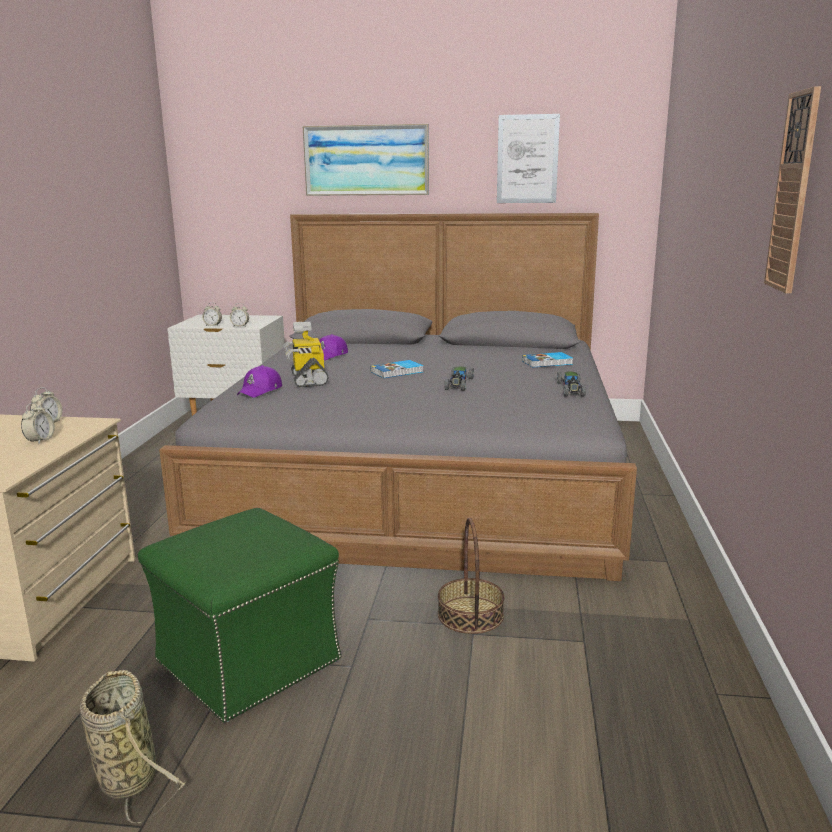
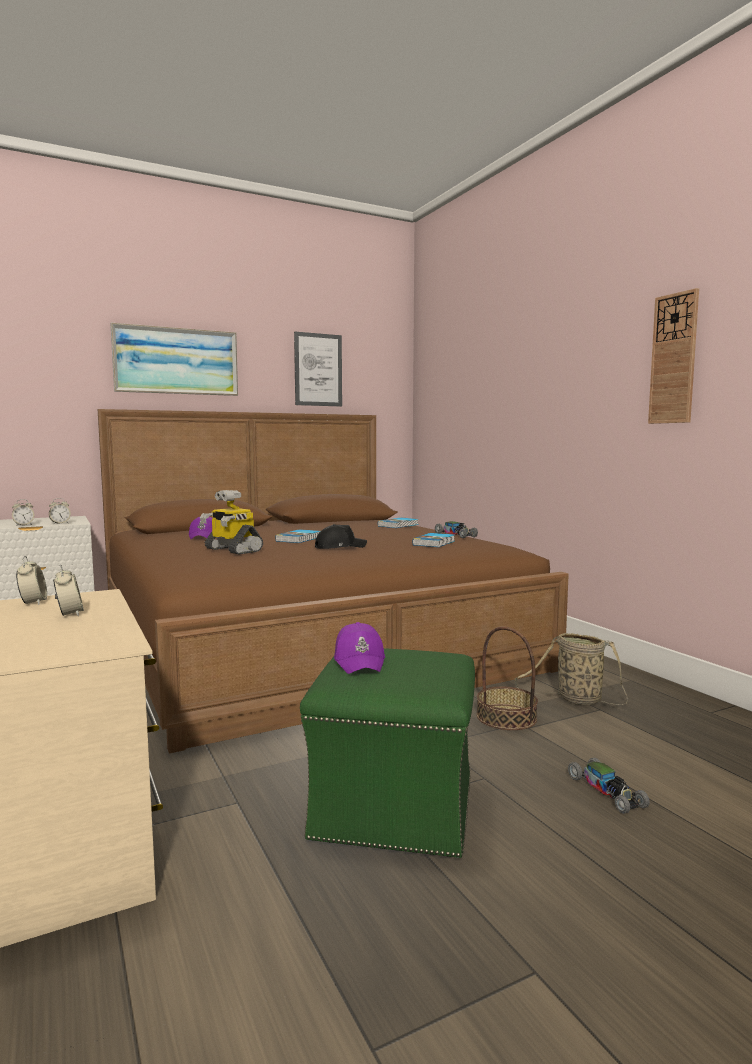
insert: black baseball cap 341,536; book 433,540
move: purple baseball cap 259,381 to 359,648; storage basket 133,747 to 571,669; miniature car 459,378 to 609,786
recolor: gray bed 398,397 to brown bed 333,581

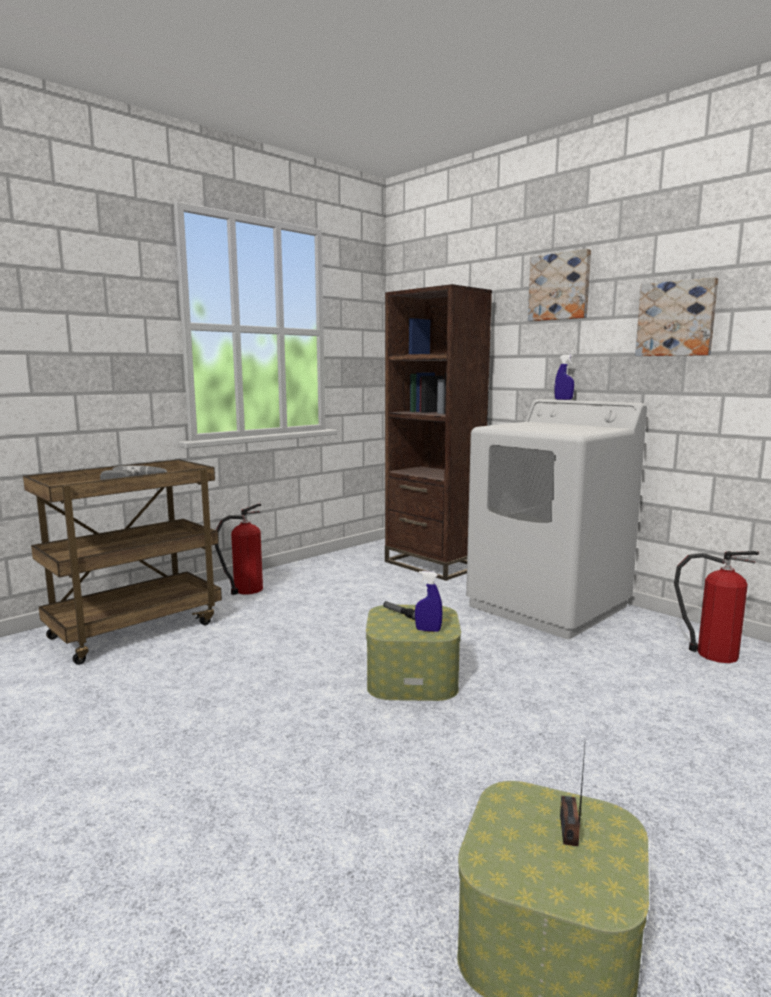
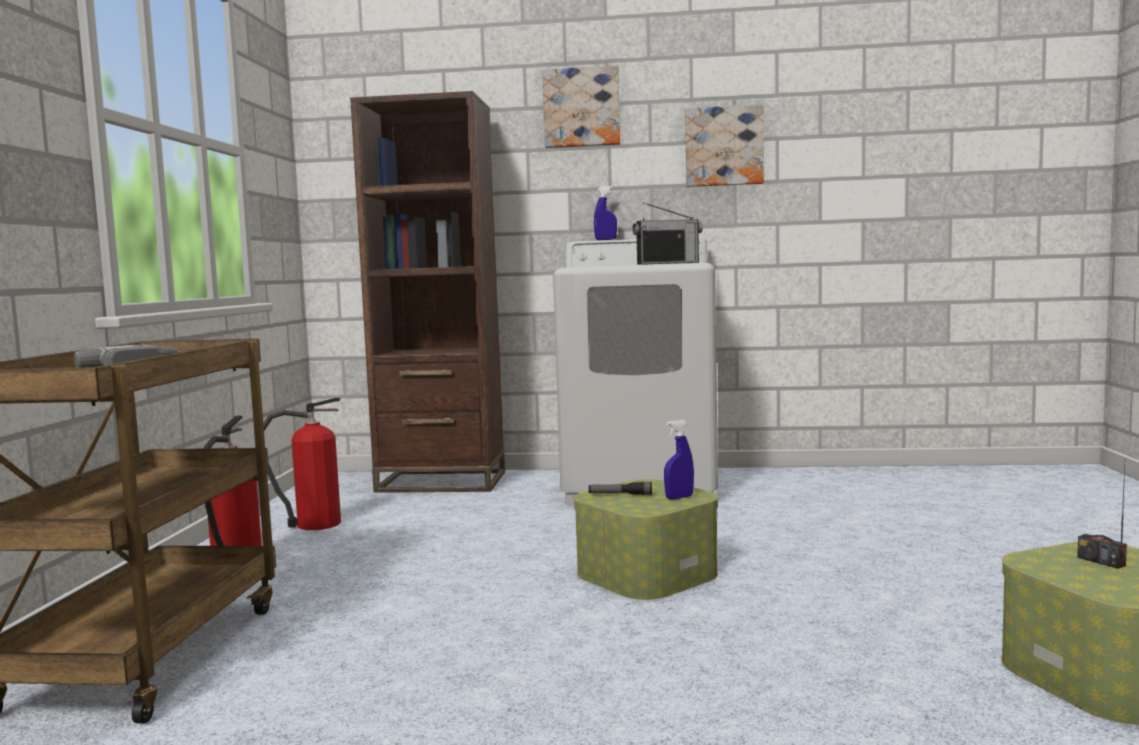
insert: radio 667,233
move: fire-fighting cylinder 716,607 to 302,464

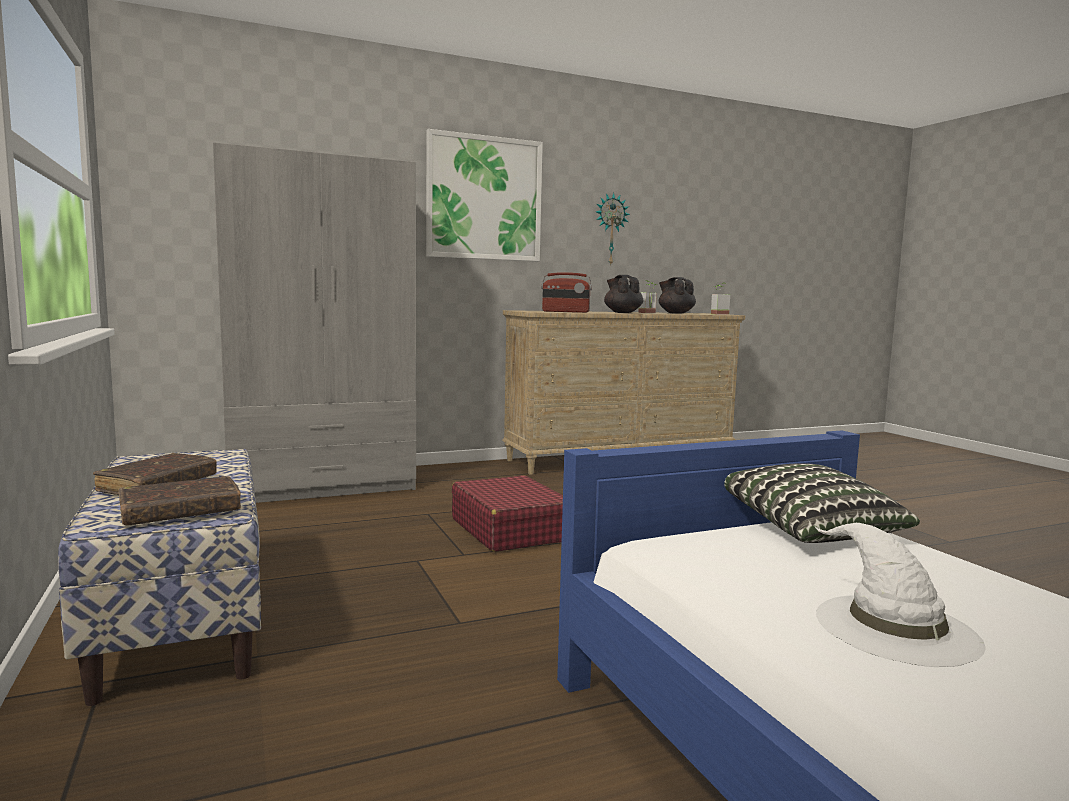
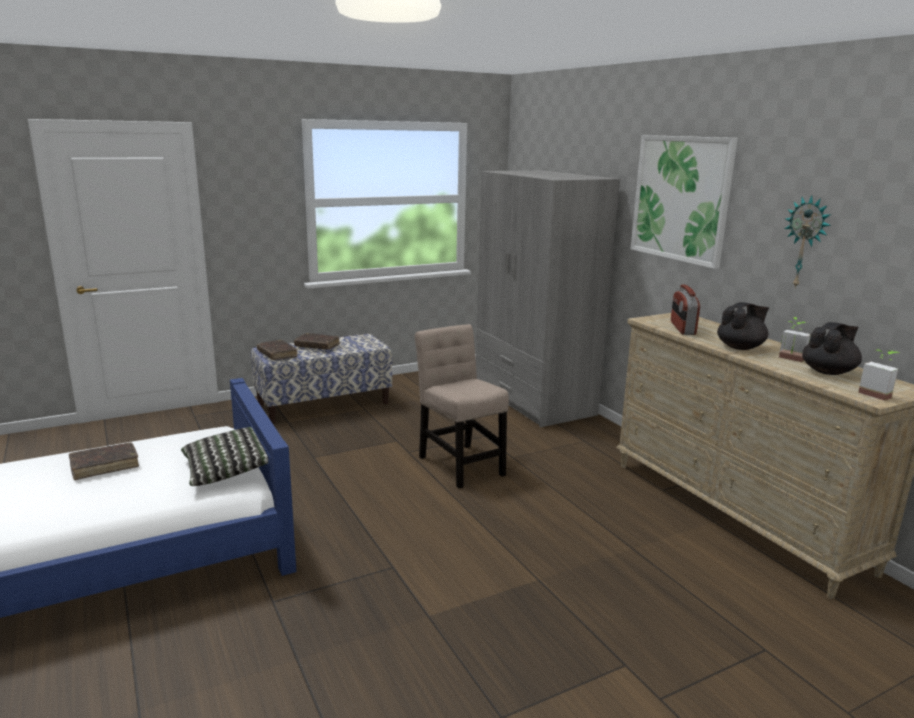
replace: whitish wearable hat 899,595 to brown book 104,461; red piece of luggage 507,513 to beige upright chair 462,406

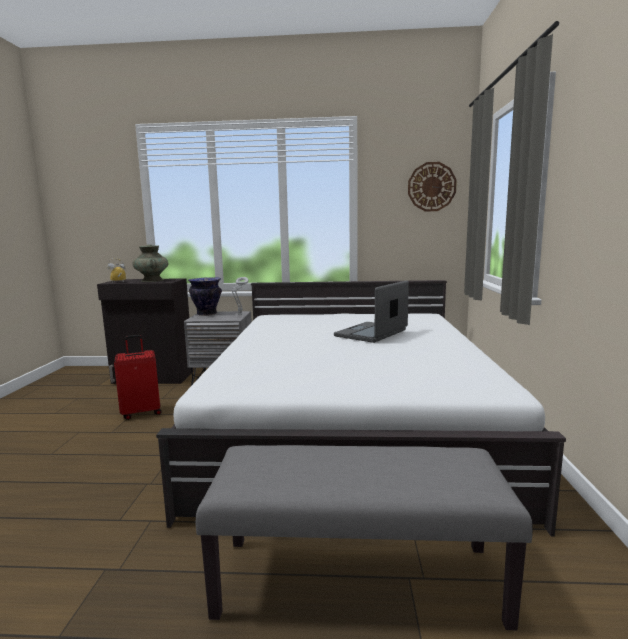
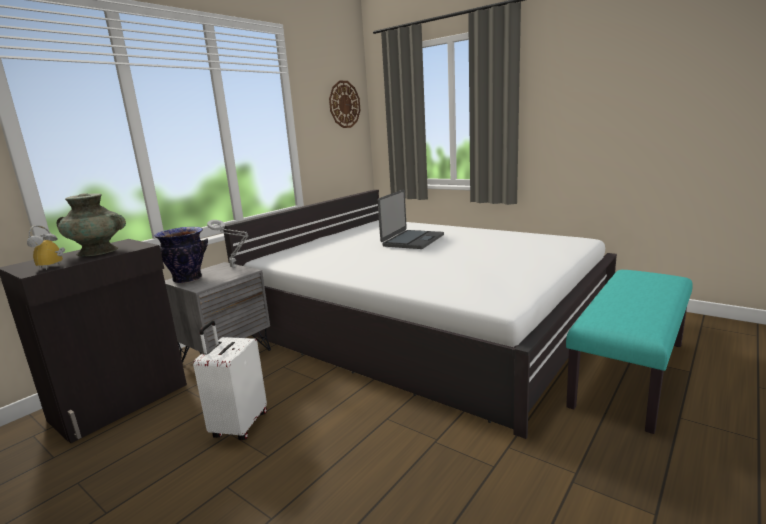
recolor: red piece of luggage 138,377 to whitish piece of luggage 230,380; gray bench 364,537 to turquoise-coloured bench 629,352
rotate: laptop 371,311 = 411,219 135 degrees counterclockwise

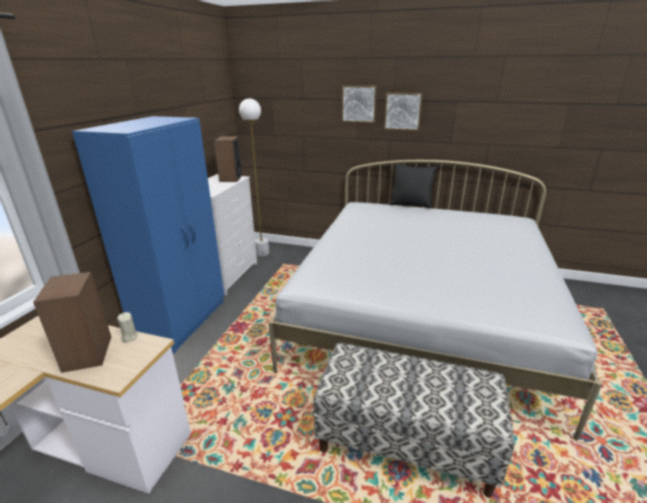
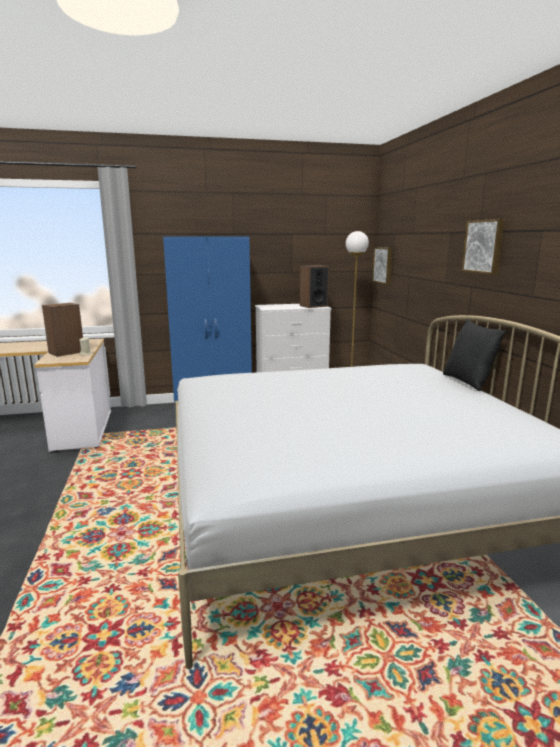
delete: bench 413,420
move: wall art 359,104 to 382,265

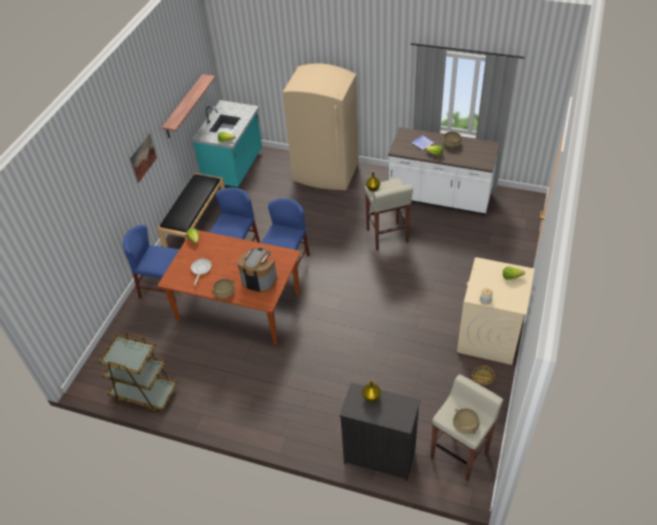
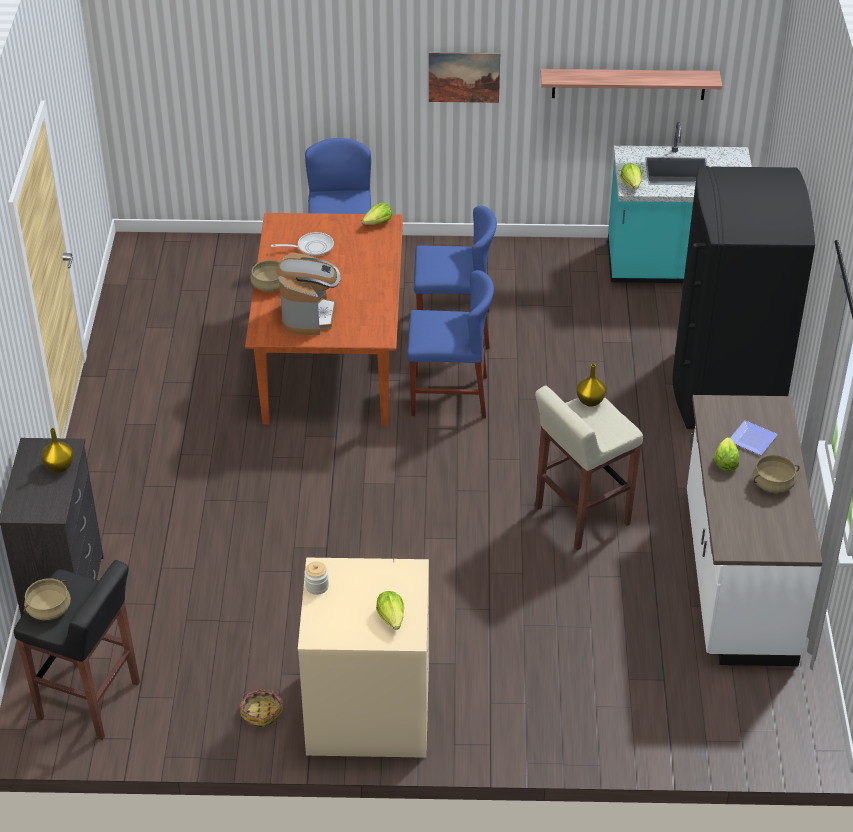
delete: brown trolley 138,372; black bench 191,210
recolor: beige sitting stool 466,427 to black sitting stool 77,650; beige fridge 321,127 to black fridge 743,298

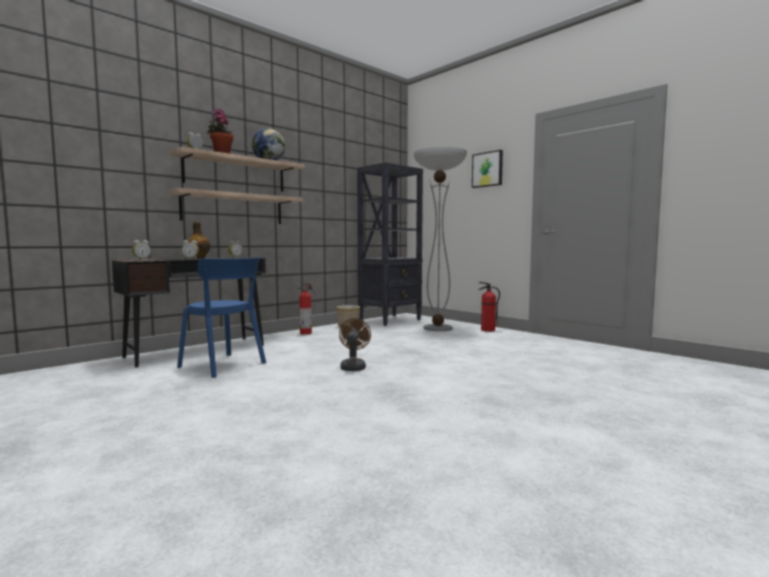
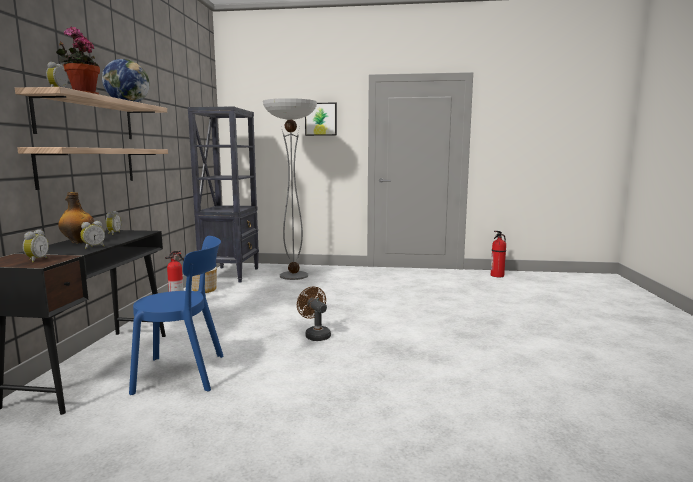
move: fire-fighting cylinder 489,307 to 498,254

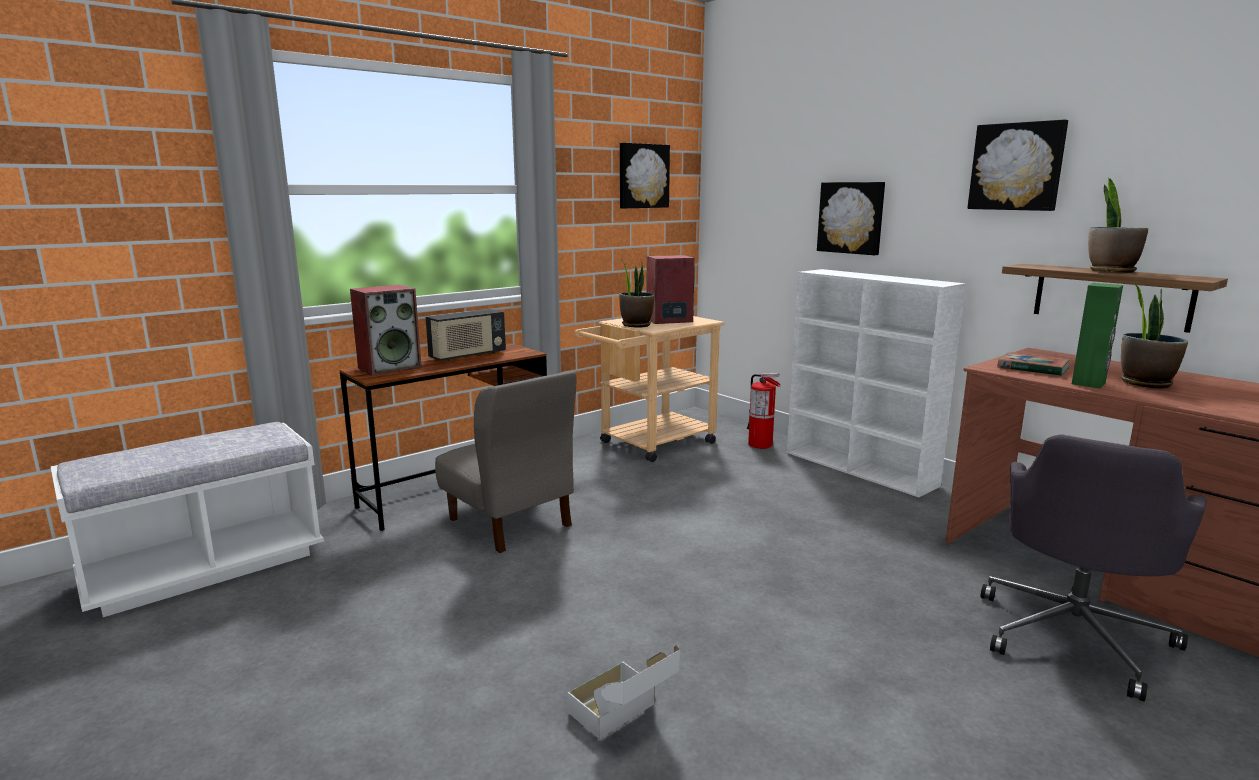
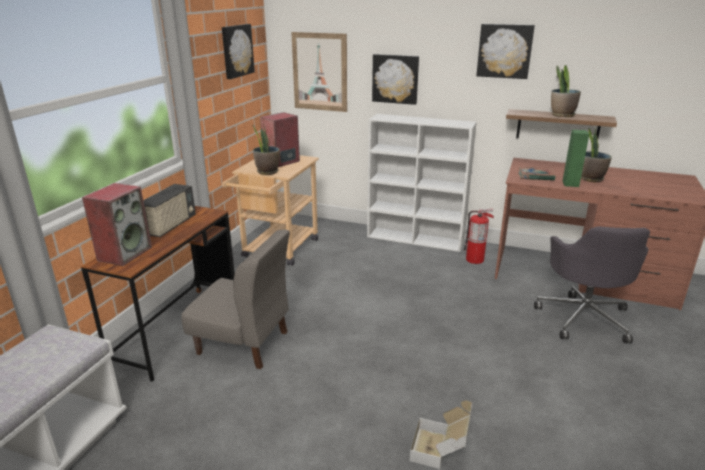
insert: wall art 319,72
move: fire-fighting cylinder 764,411 to 478,236

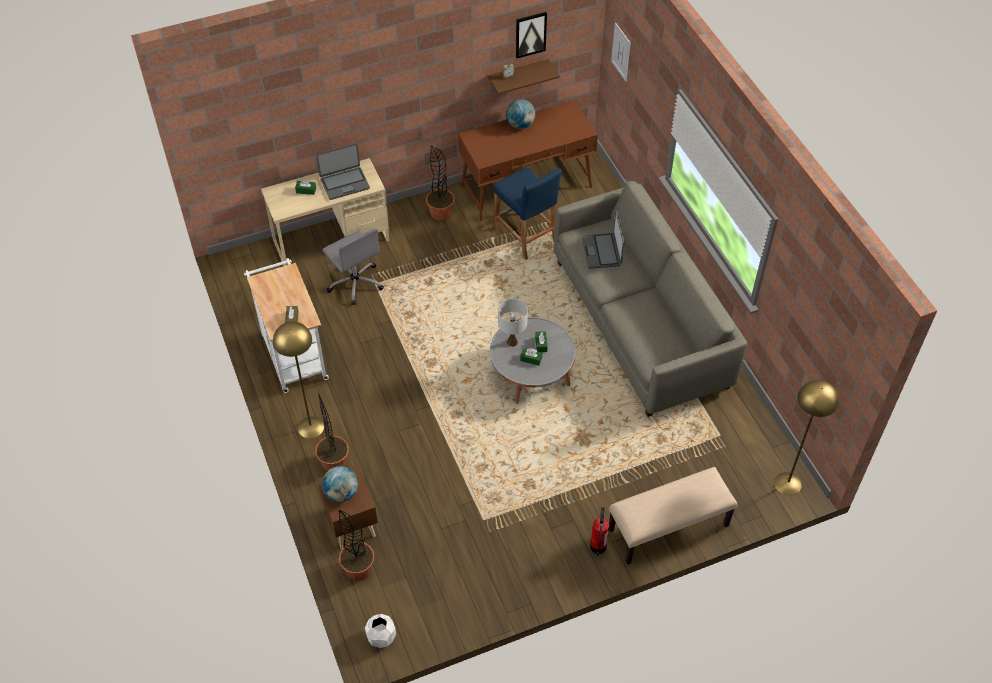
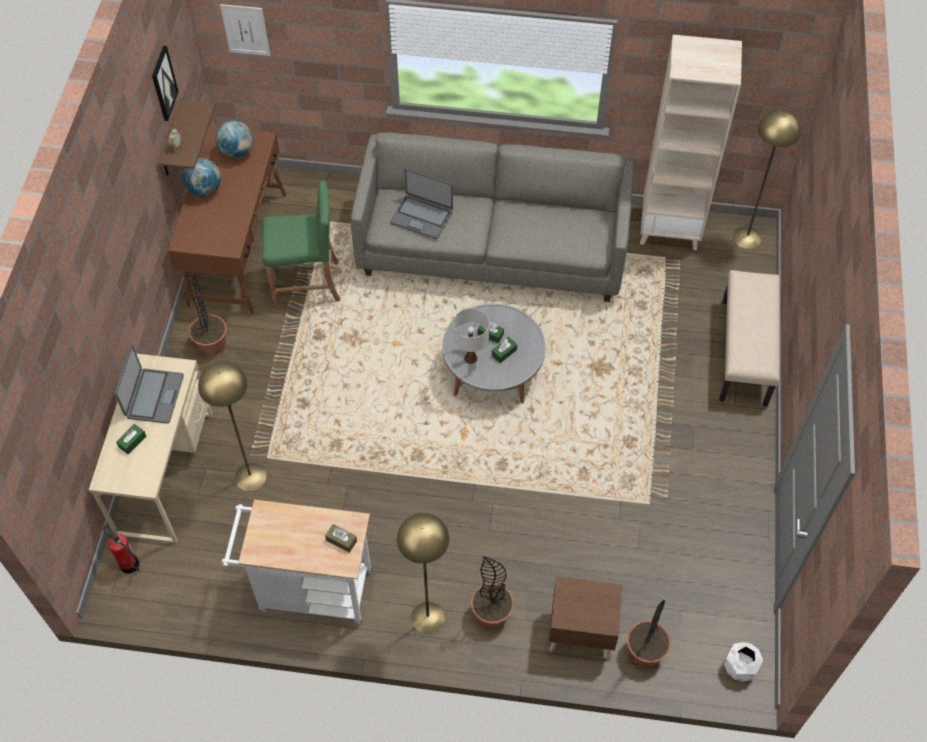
insert: beige bookcase 691,142
move: fire-fighting cylinder 599,531 to 121,550; desk globe 340,484 to 234,139
replace: gray desk chair 353,266 to yellow standard lamp 232,426
recolor: bluish sitting stool 528,214 to greenish sitting stool 301,243

